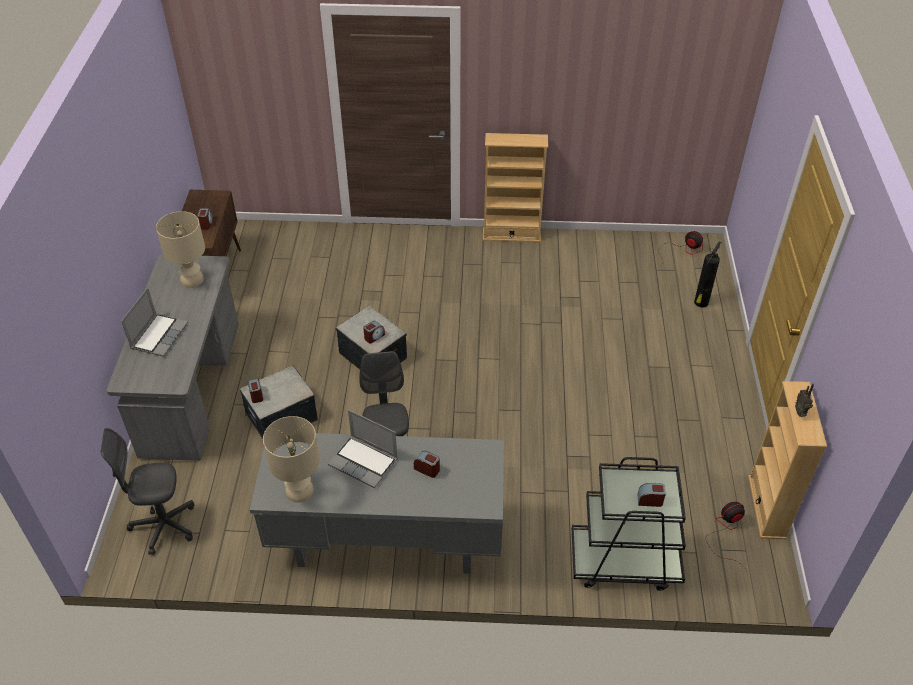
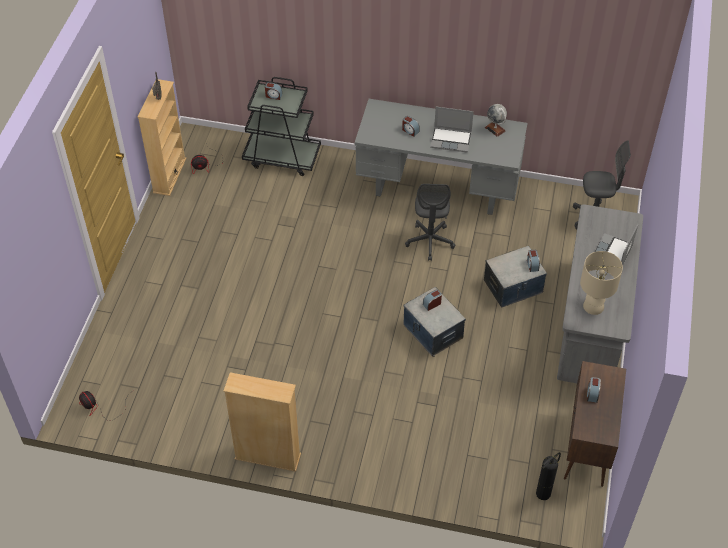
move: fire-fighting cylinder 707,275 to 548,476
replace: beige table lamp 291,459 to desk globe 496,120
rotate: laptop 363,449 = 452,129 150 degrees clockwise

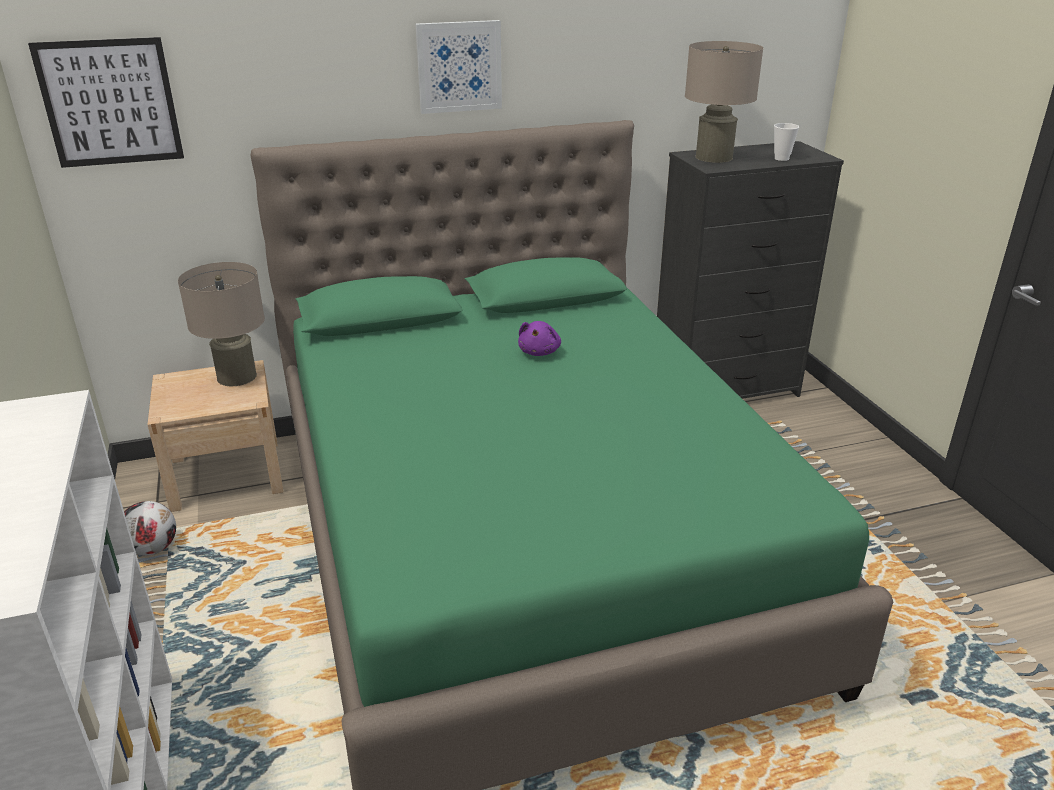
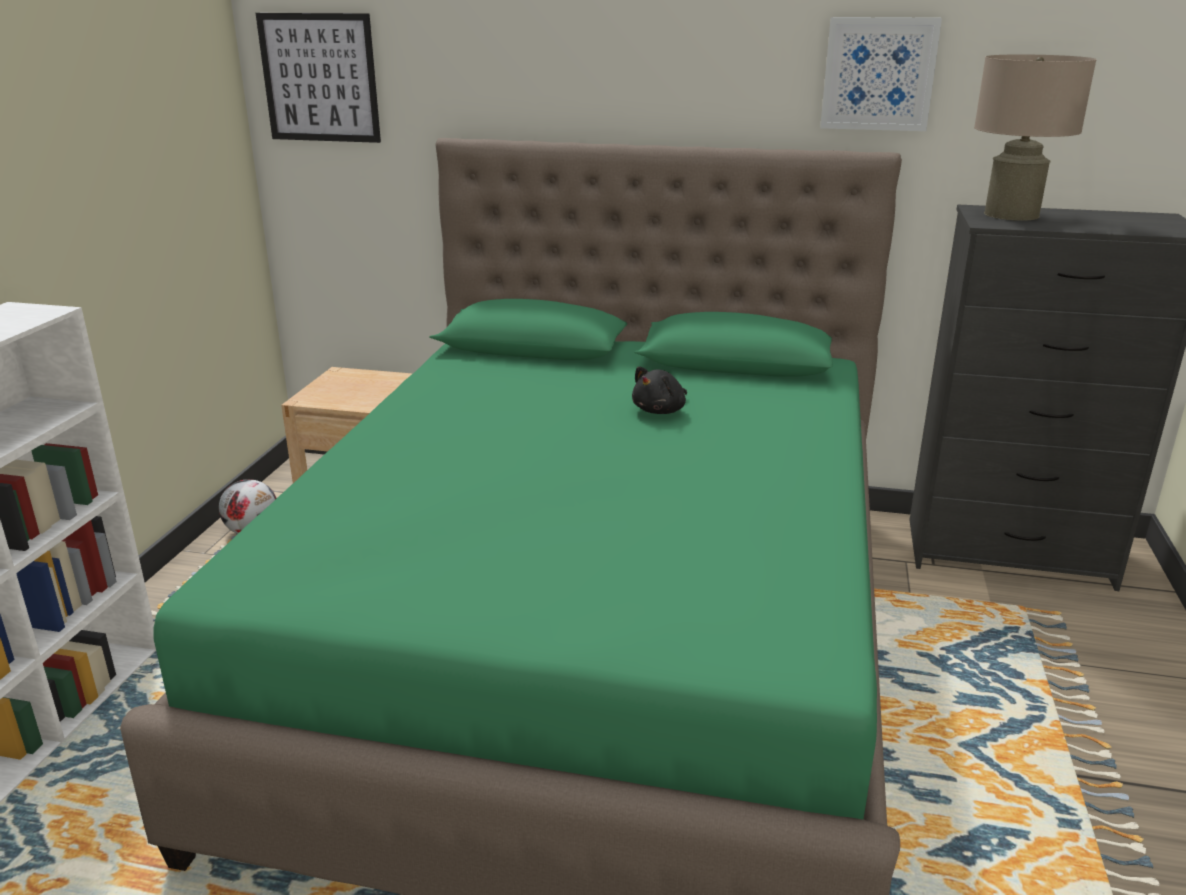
delete: beige table lamp 221,324; small cup 786,142
move: wall art 458,67 to 881,74
recolor: purple cuddly toy 539,338 to black cuddly toy 659,390

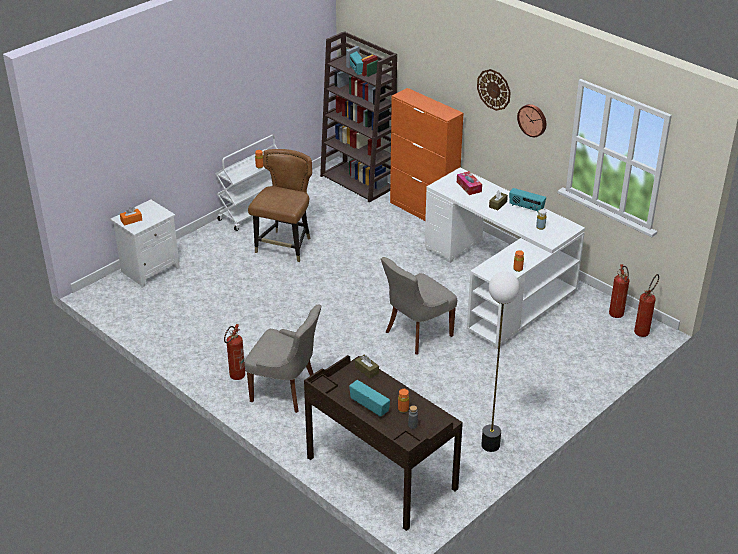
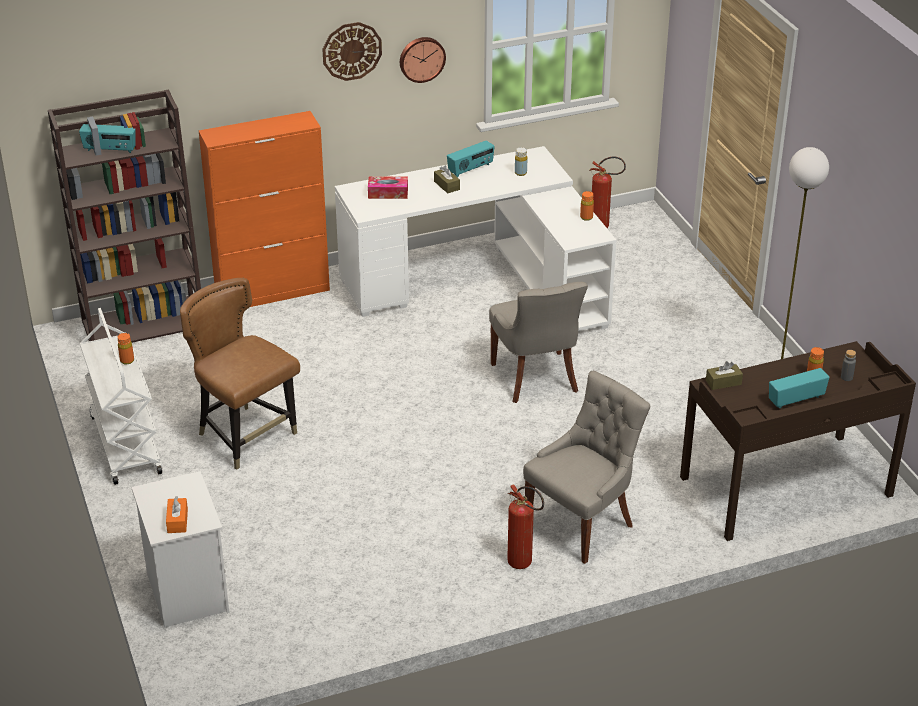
delete: fire-fighting cylinder 646,305

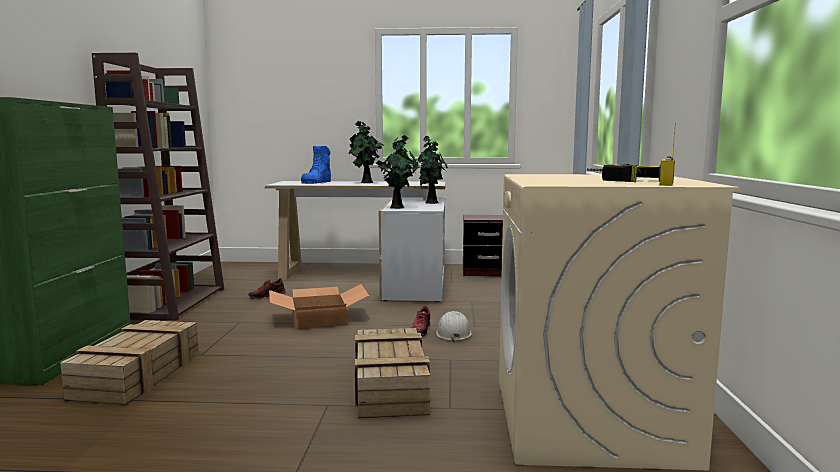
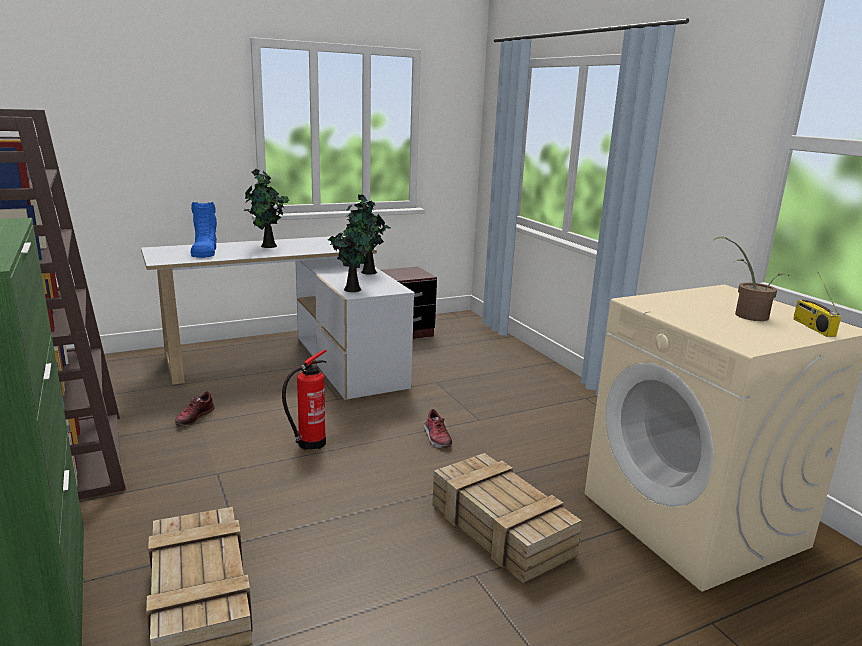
delete: whitish work helmet 454,326
replace: carton 319,306 to fire-fighting cylinder 304,400; drill 623,173 to houseplant 752,279

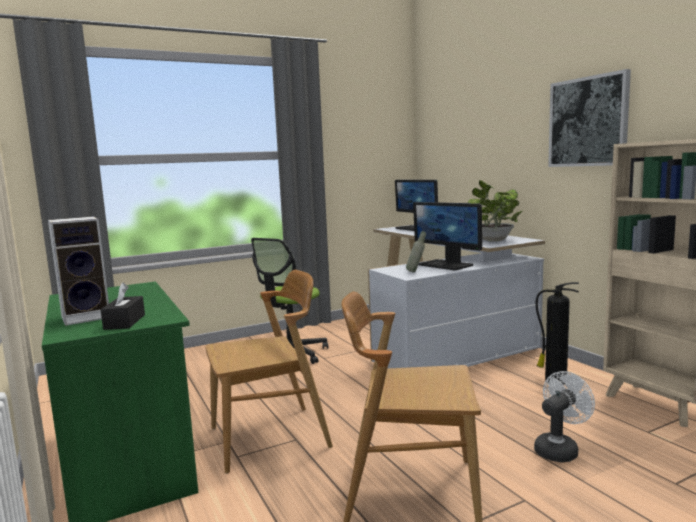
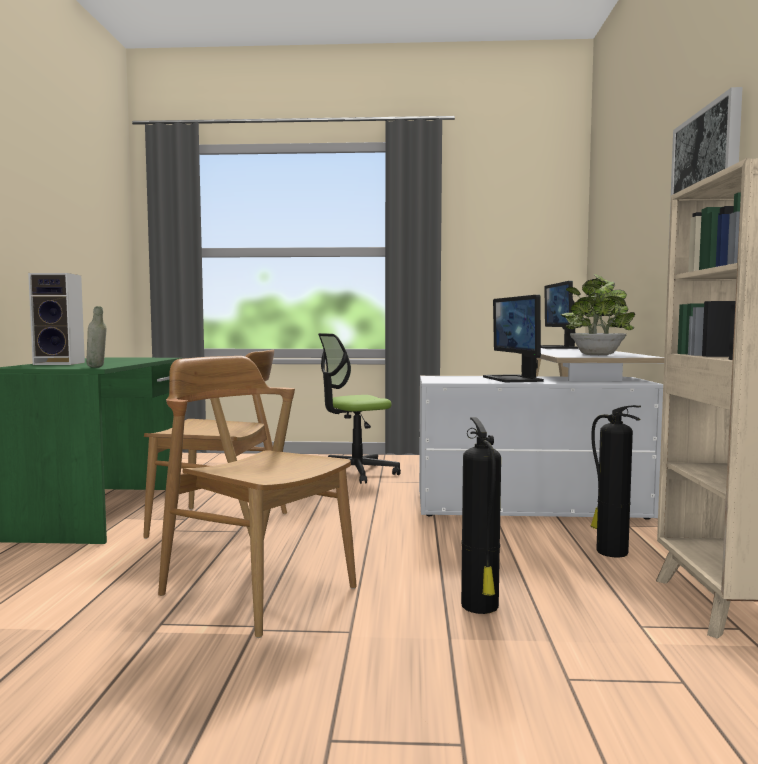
delete: black tissue box 123,306
move: gray beverage bottle 416,251 to 96,337
replace: whitish fan 564,417 to fire-fighting cylinder 481,515

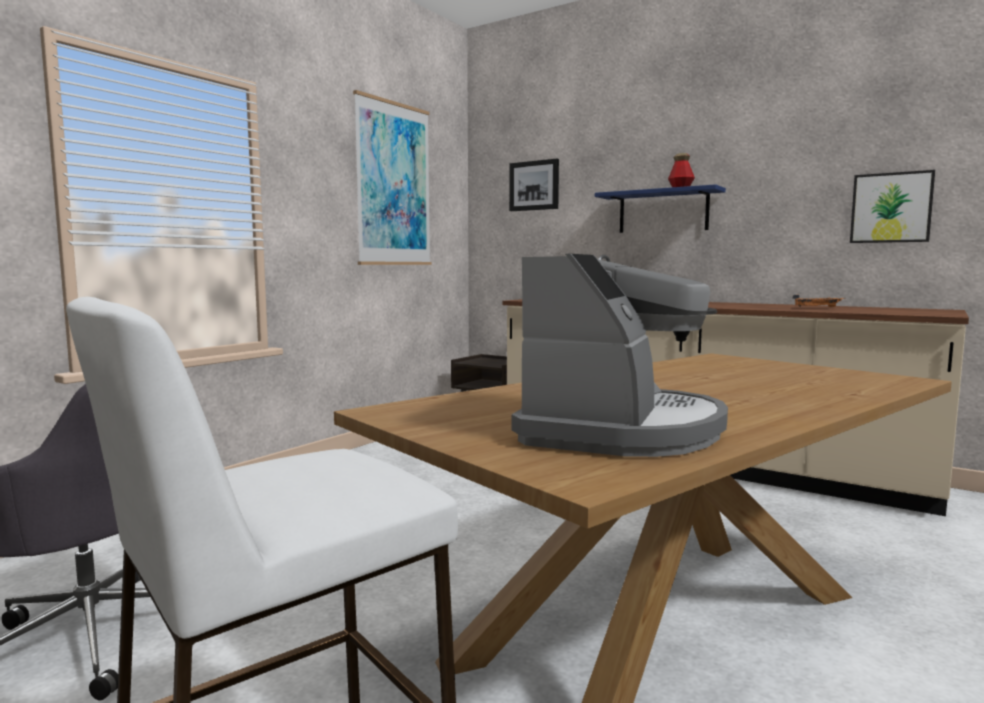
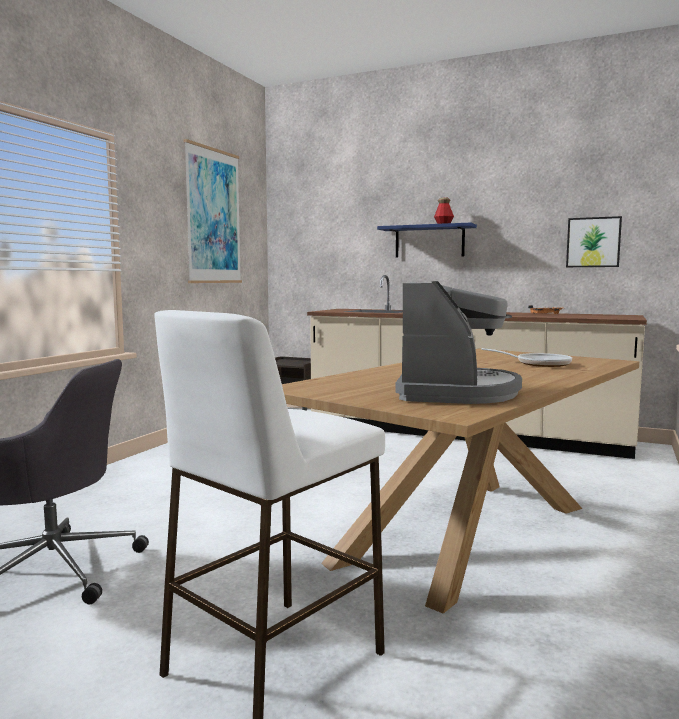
delete: wall art 534,185
insert: pan 526,357

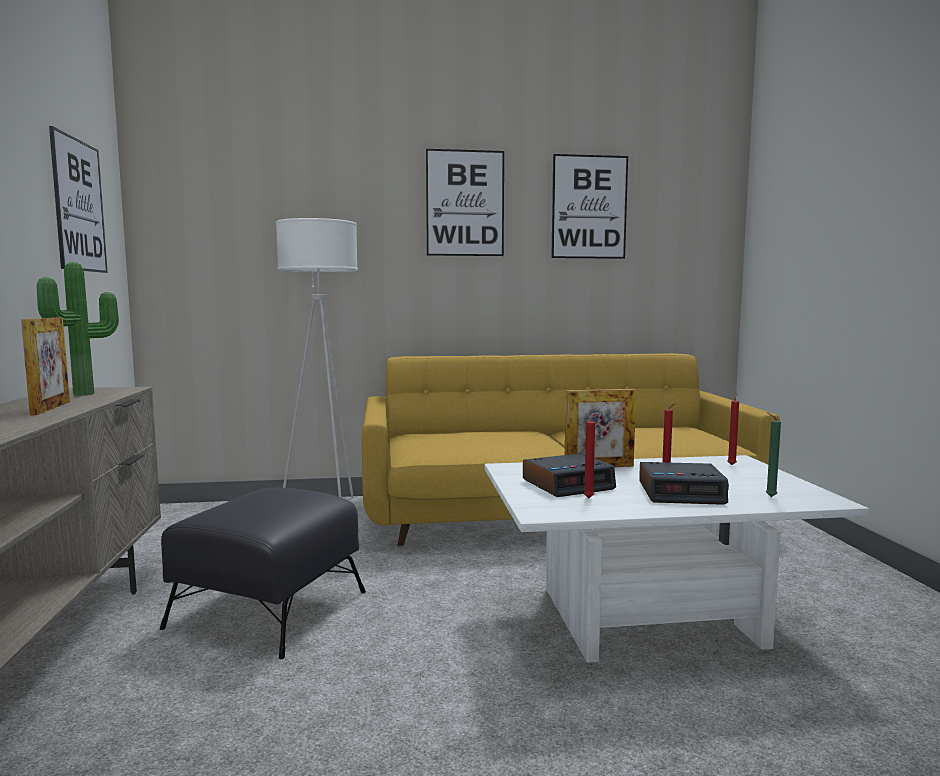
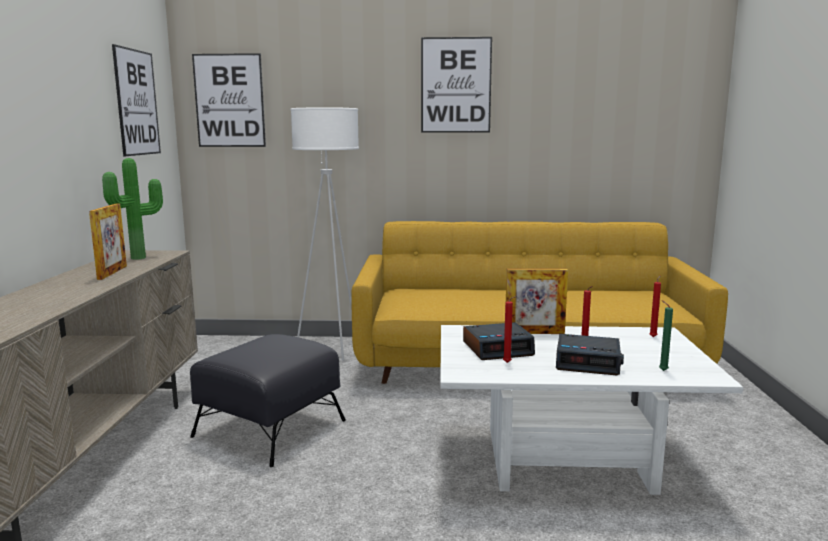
move: wall art 589,206 to 229,100

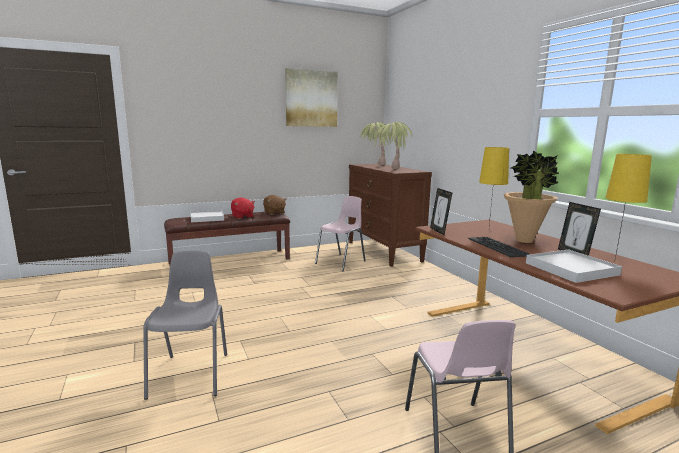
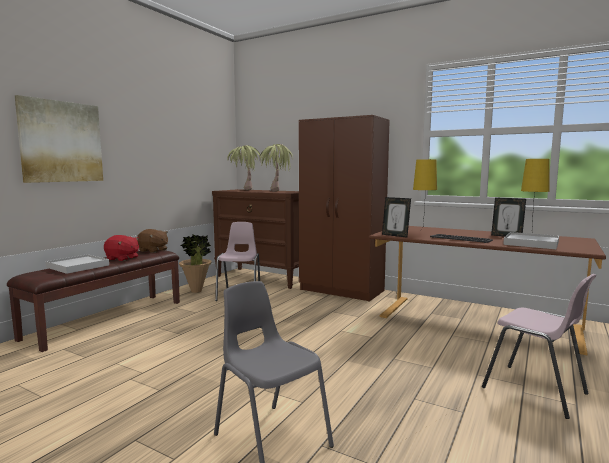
insert: brown armoire 344,208
move: wall art 311,97 to 59,139; houseplant 531,196 to 195,263

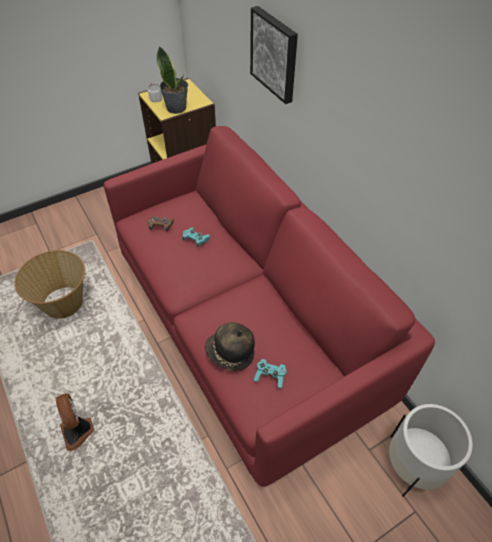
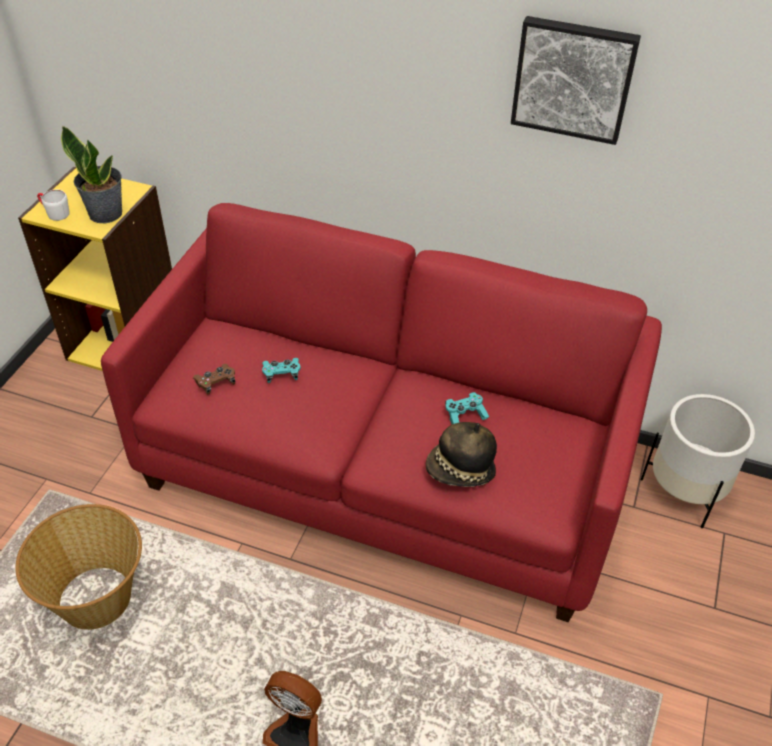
move: turquoise-coloured gamepad 270,374 to 467,408; wall art 274,55 to 576,80

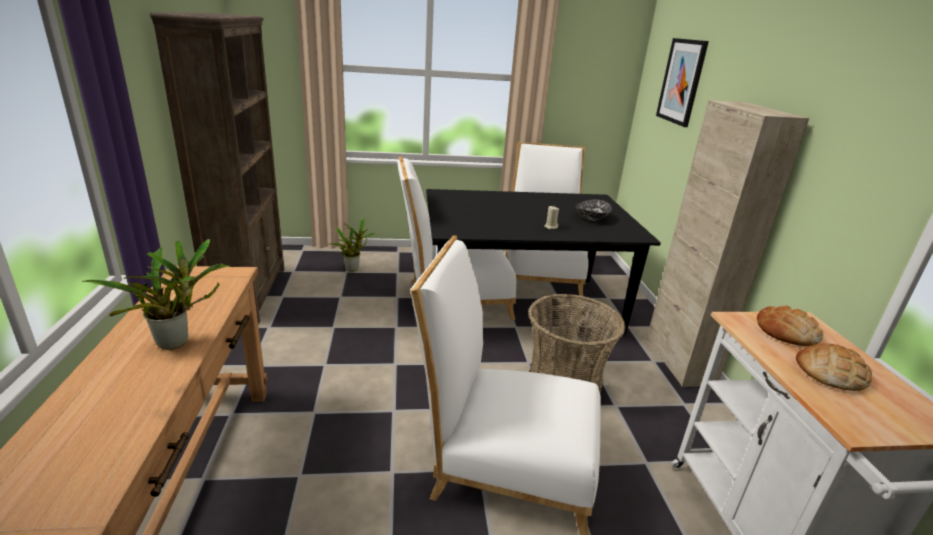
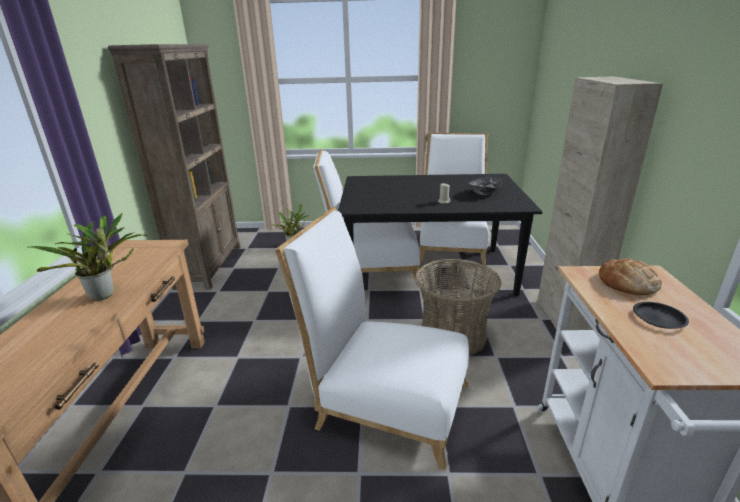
delete: wall art 682,82
replace: baked bread 834,367 to black dinner plate 661,315

